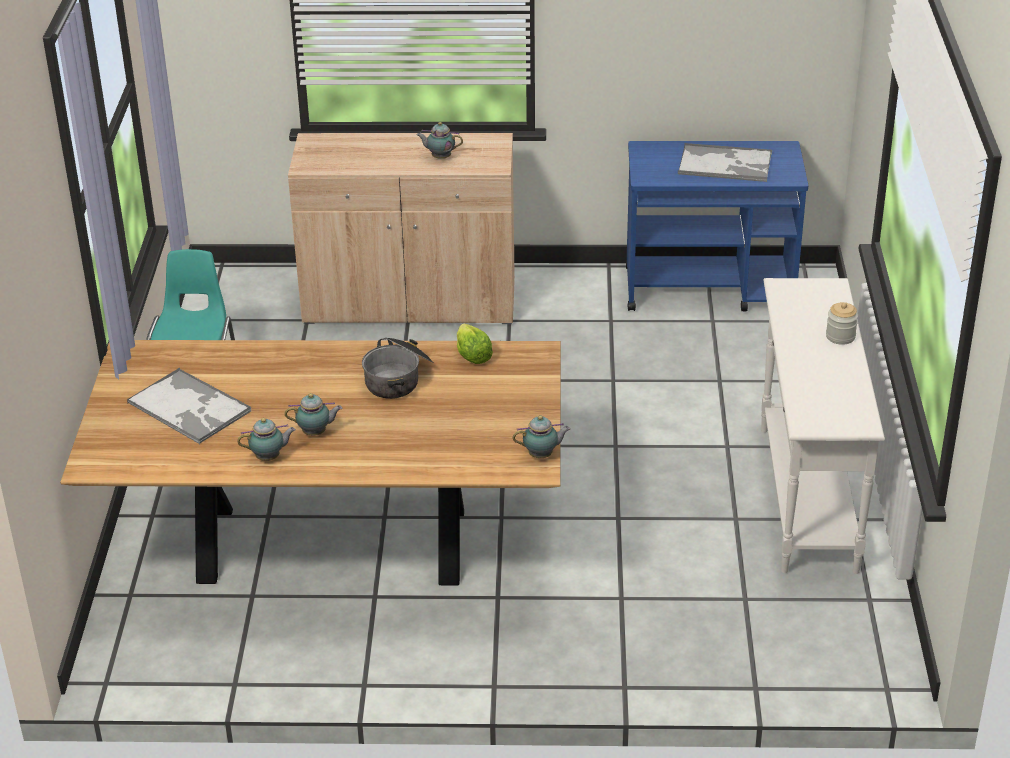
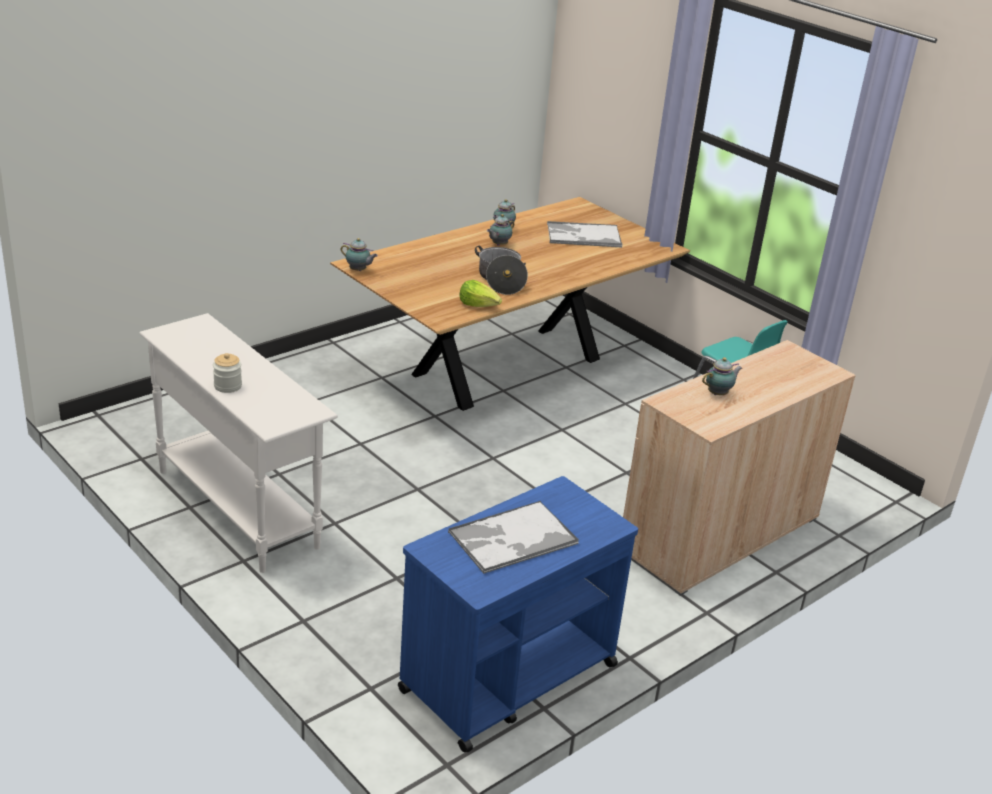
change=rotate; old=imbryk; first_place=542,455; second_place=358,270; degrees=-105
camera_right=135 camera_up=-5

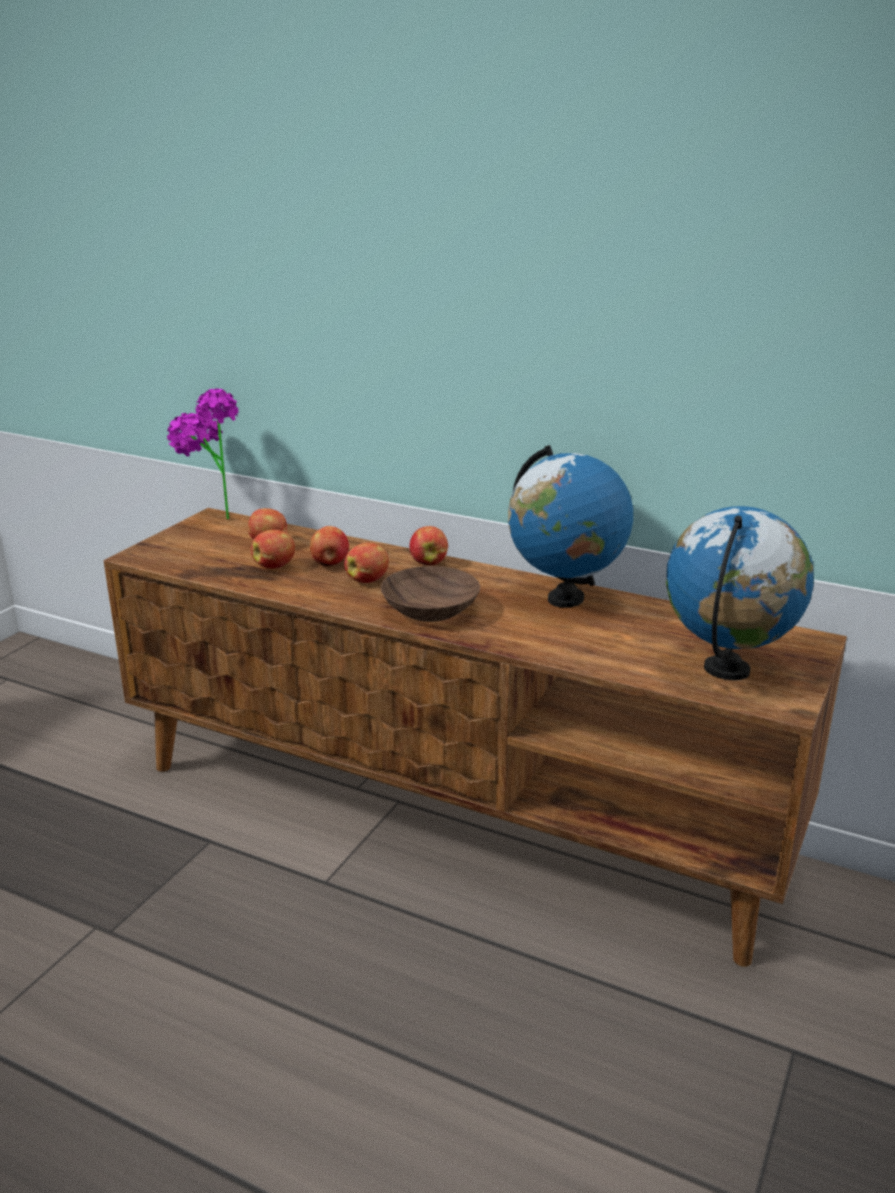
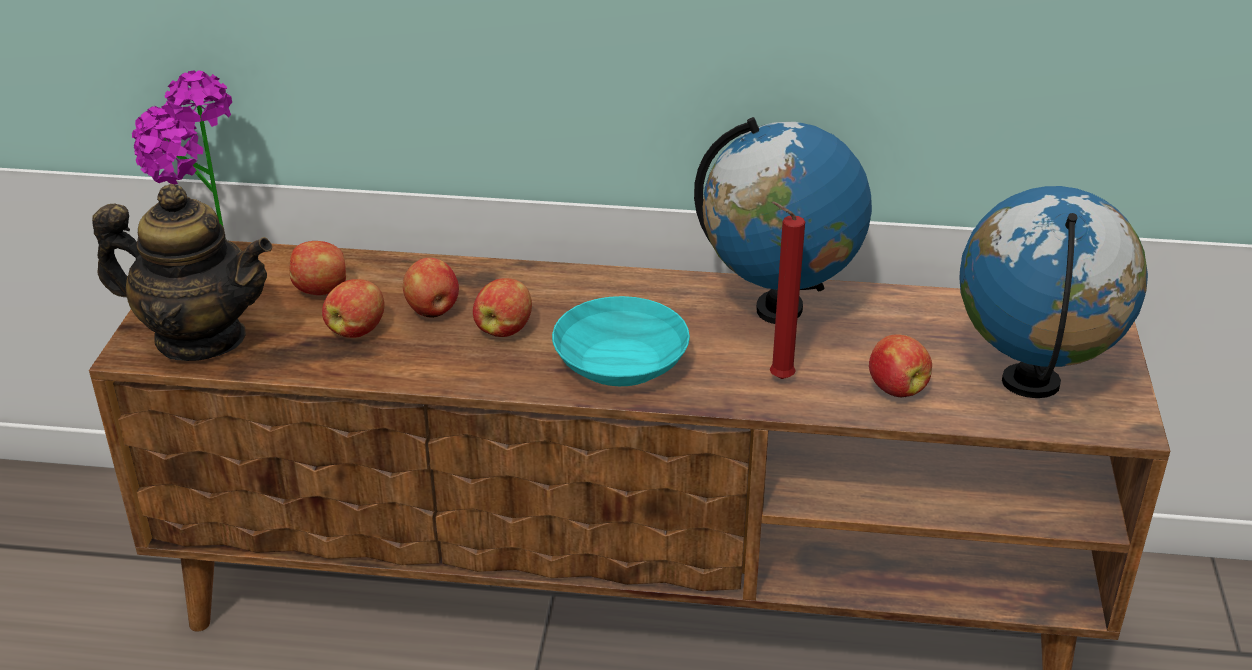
change=move; old=jabłko; first_place=428,562; second_place=896,388
change=recolor; old=miska (brązowy); new=miska (turkusowy); first_place=433,610; second_place=624,363
change=insert; new=imbryk; second_place=200,338
change=insert; new=świeca (czerwony); second_place=777,378
camera_right=-20 camera_up=10

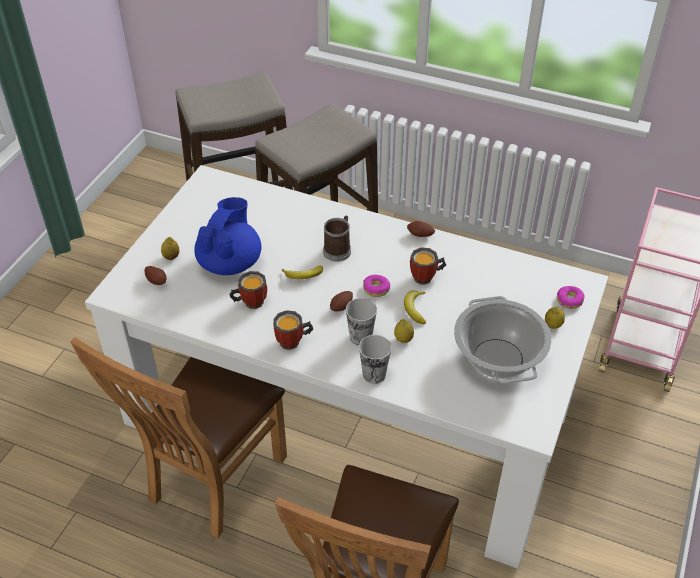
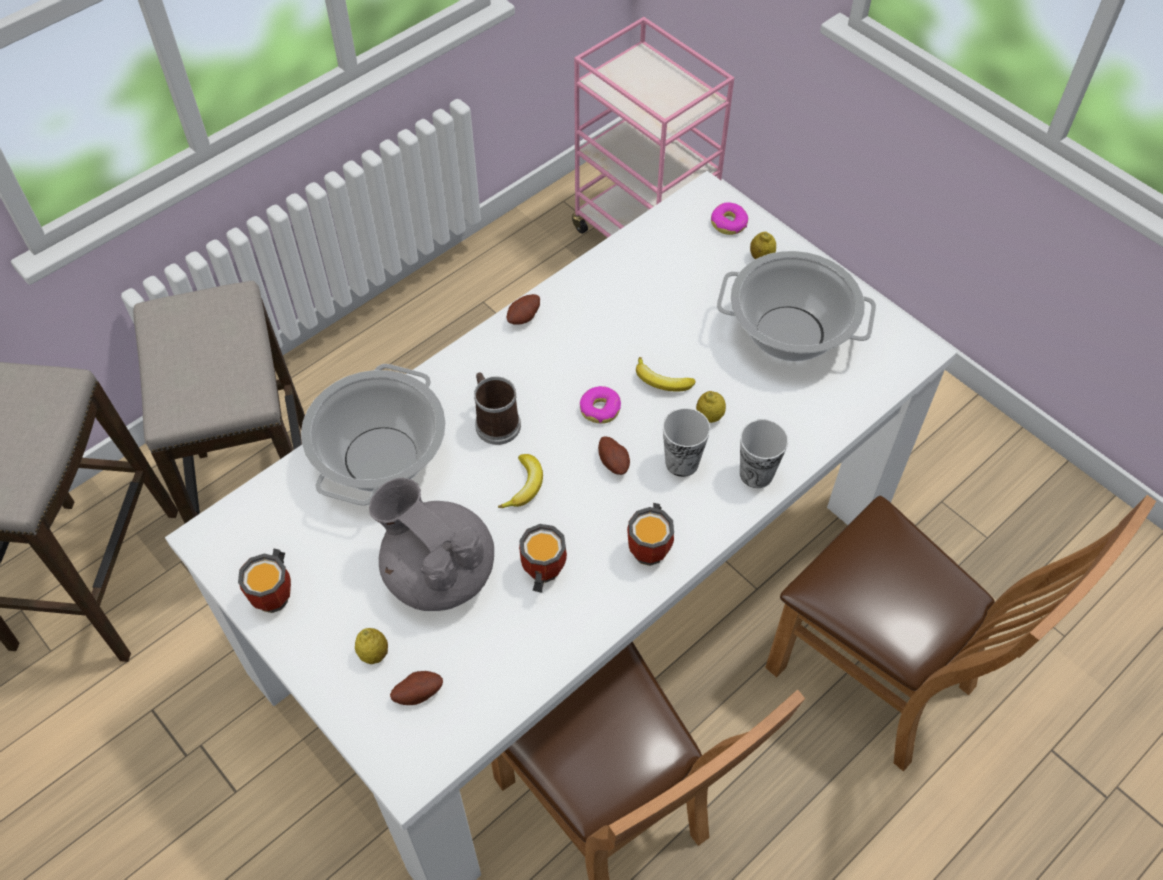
change=recolor; old=imbryk (niebieski); new=imbryk (szary); first_place=230,262; second_place=438,572
change=move; old=kubek; first_place=426,278; second_place=277,593
change=insert; new=garnek; second_place=381,459
camera_right=-65 camera_up=10

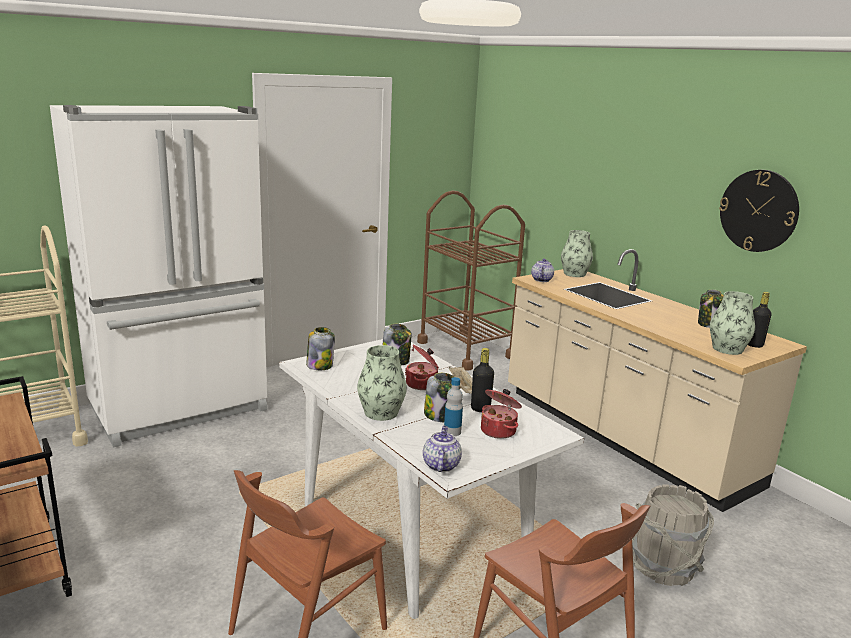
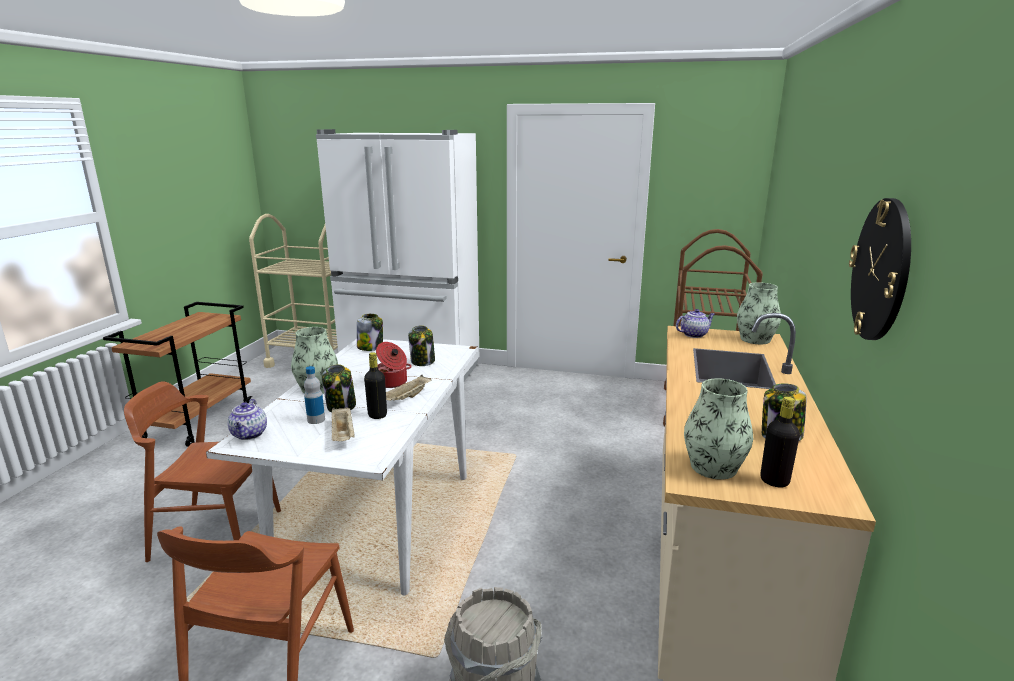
change=replace; old=garnek; new=taca (beżowy); first_place=499,430; second_place=343,435
change=rotate; old=imbryk; first_place=440,465; second_place=249,435; degrees=120
camera_right=50 camera_up=0

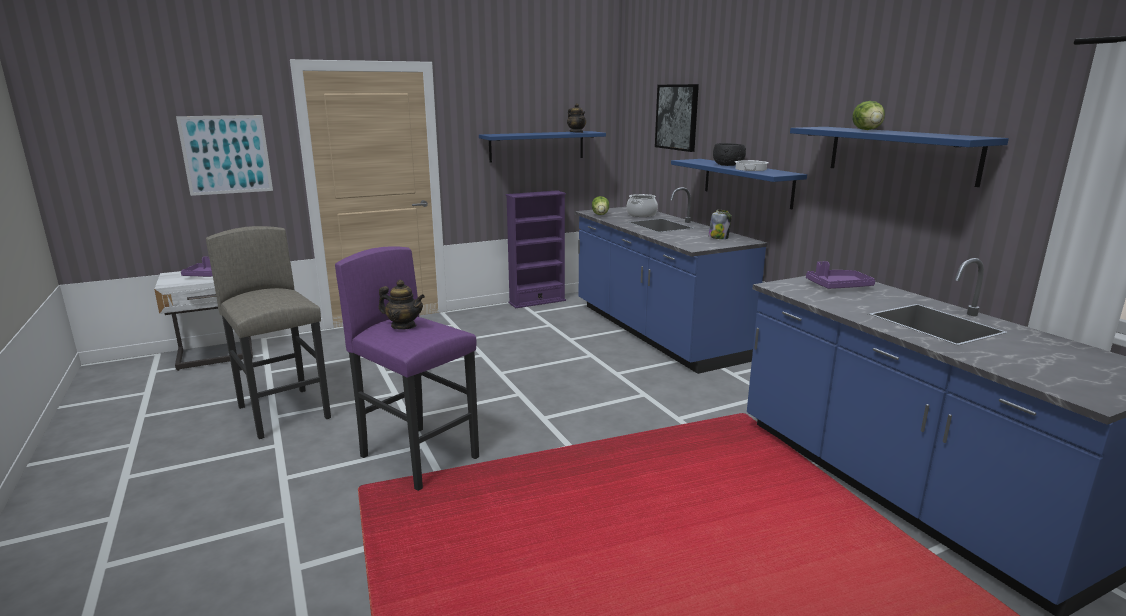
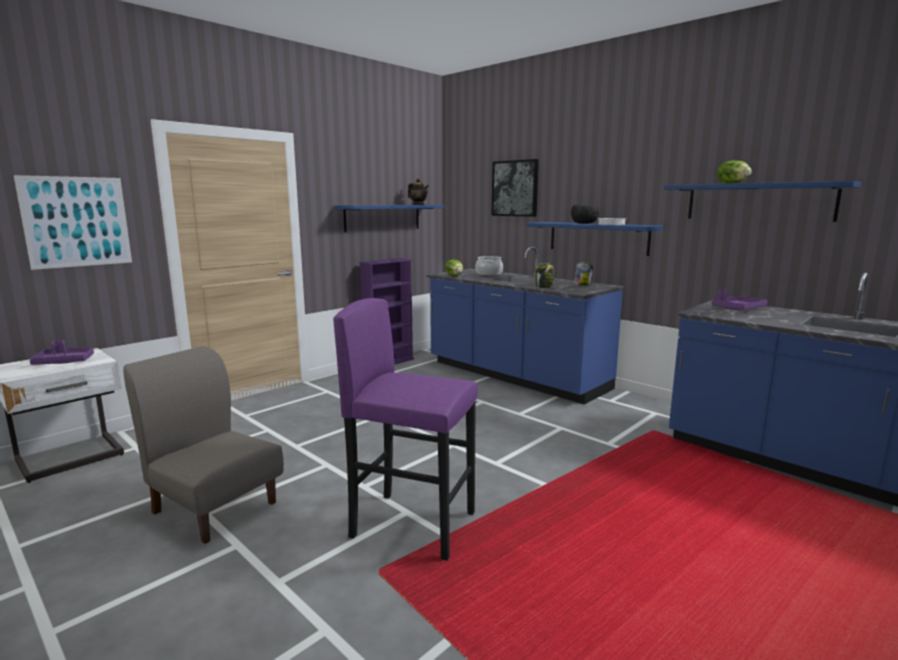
change=replace; old=stołek (szary); new=krzesło (szary); first_place=284,412; second_place=214,506
change=delete; old=imbryk; first_place=403,326
change=insert; new=słoik; second_place=544,287
camera_right=-20 camera_up=-5

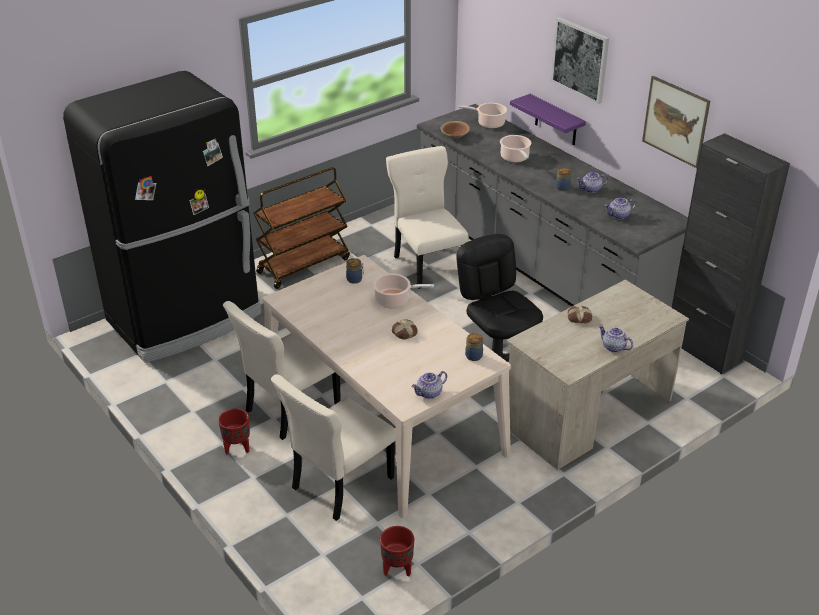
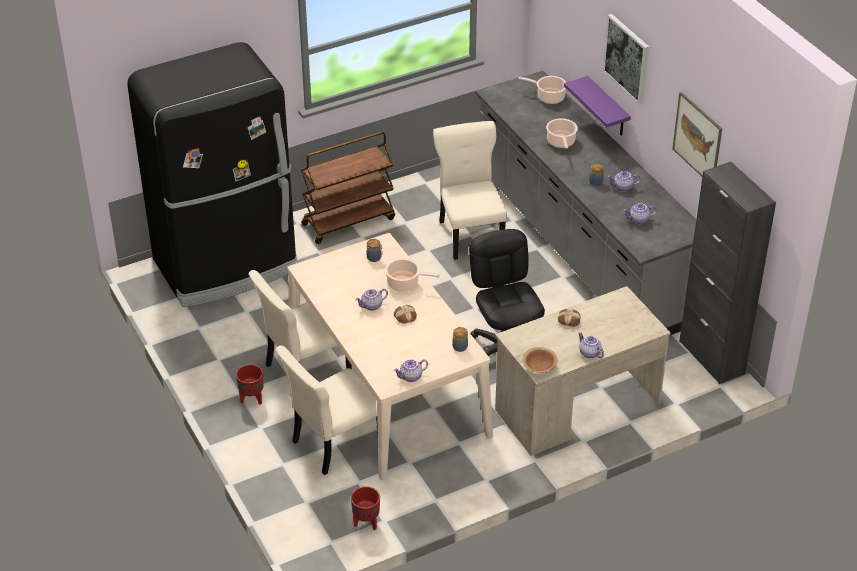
change=move; old=miska (brązowy); first_place=455,136; second_place=539,367
change=insert; new=imbryk; second_place=372,306
camera_right=10 camera_up=5

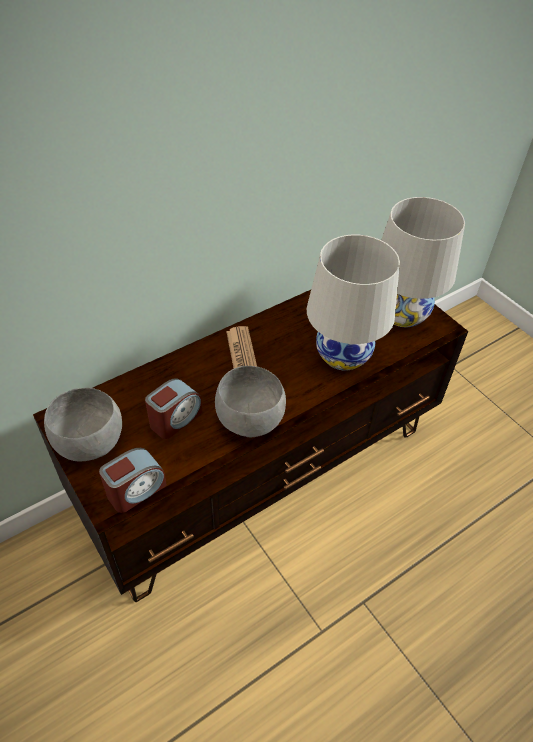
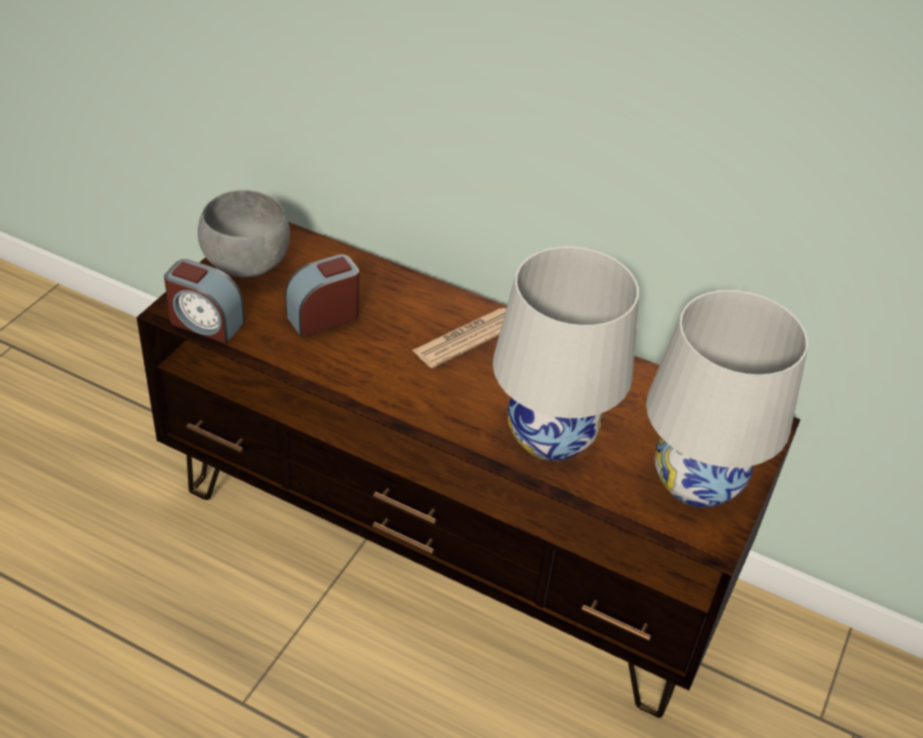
change=delete; old=miska (szary); first_place=249,420
change=rotate; old=budzik; first_place=175,419; second_place=323,316; degrees=135
camera_right=60 camera_up=-5

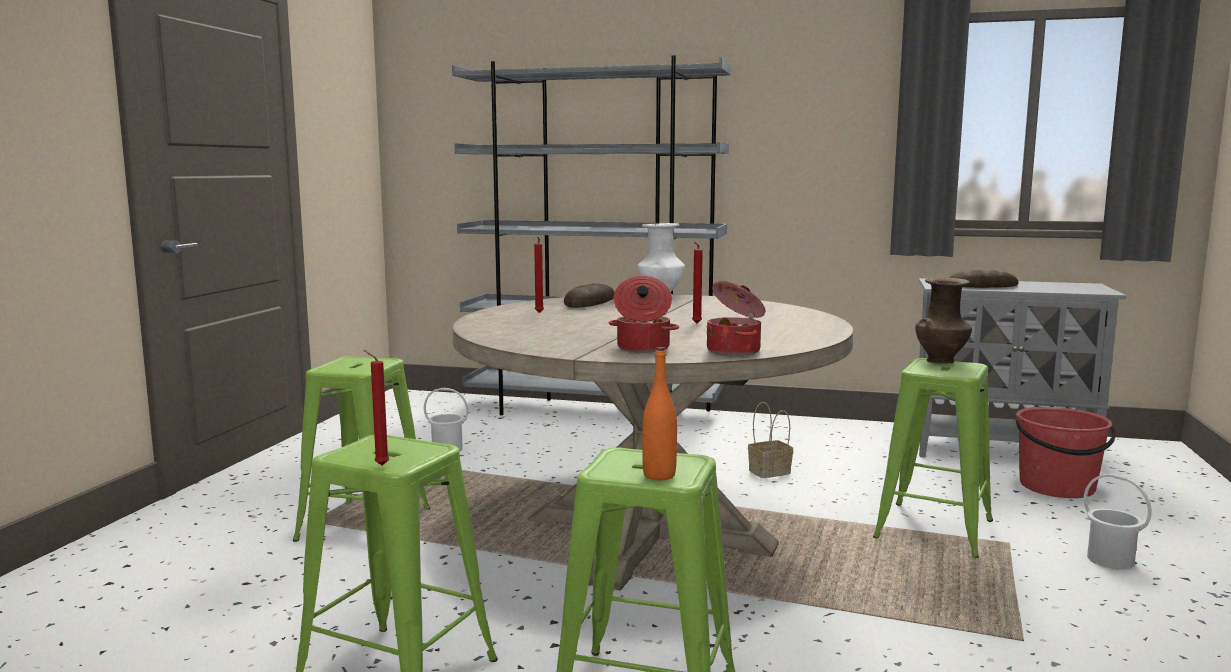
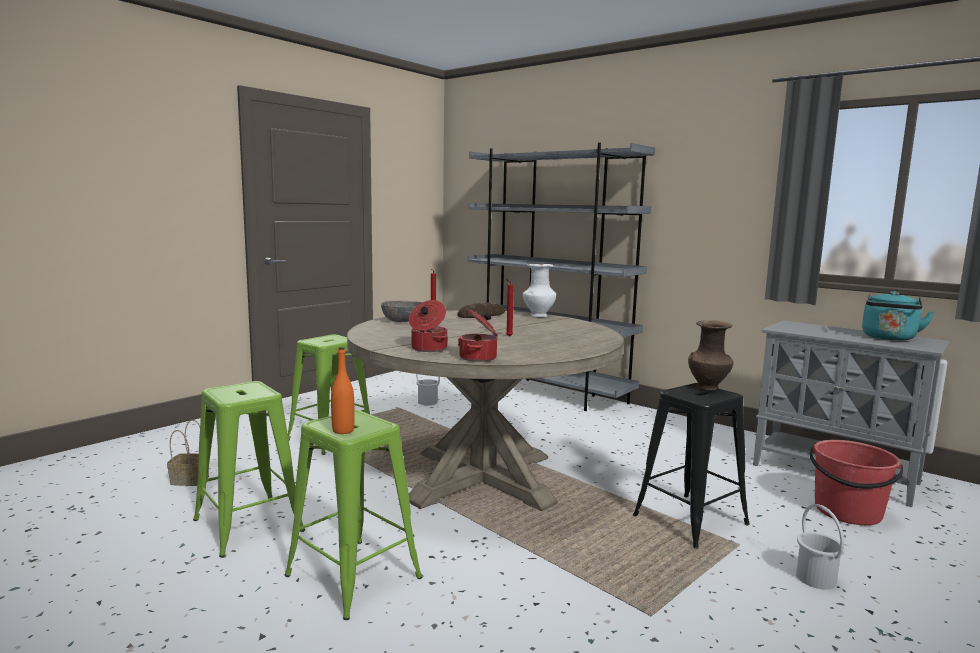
change=delete; old=chleb; first_place=982,286
change=delete; old=świeca (czerwony); first_place=379,465
change=recolor; old=stołek (zielony); new=stołek (czarny); first_place=934,529; second_place=691,520
change=move; old=koszyk; first_place=769,472; second_place=188,480
change=insert; new=czajnik (turkusowy); second_place=889,338
change=insert; new=miska (szary); second_place=403,321
camera_right=25 camera_up=0

